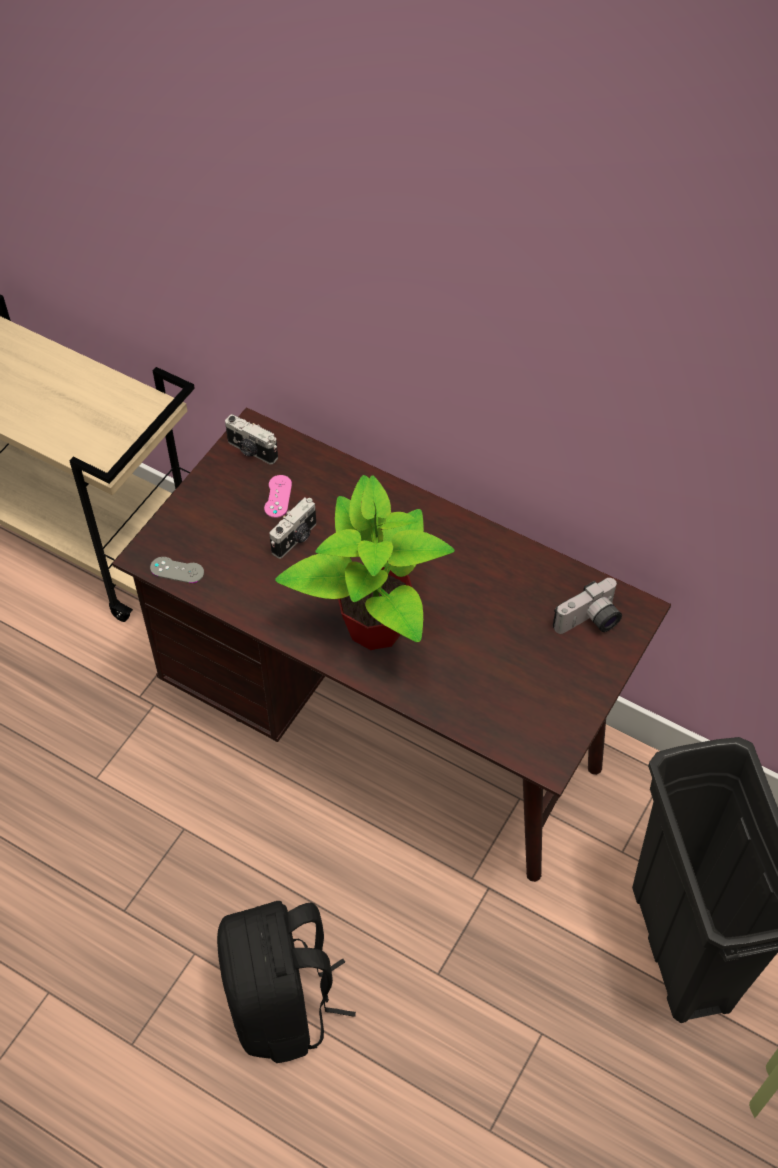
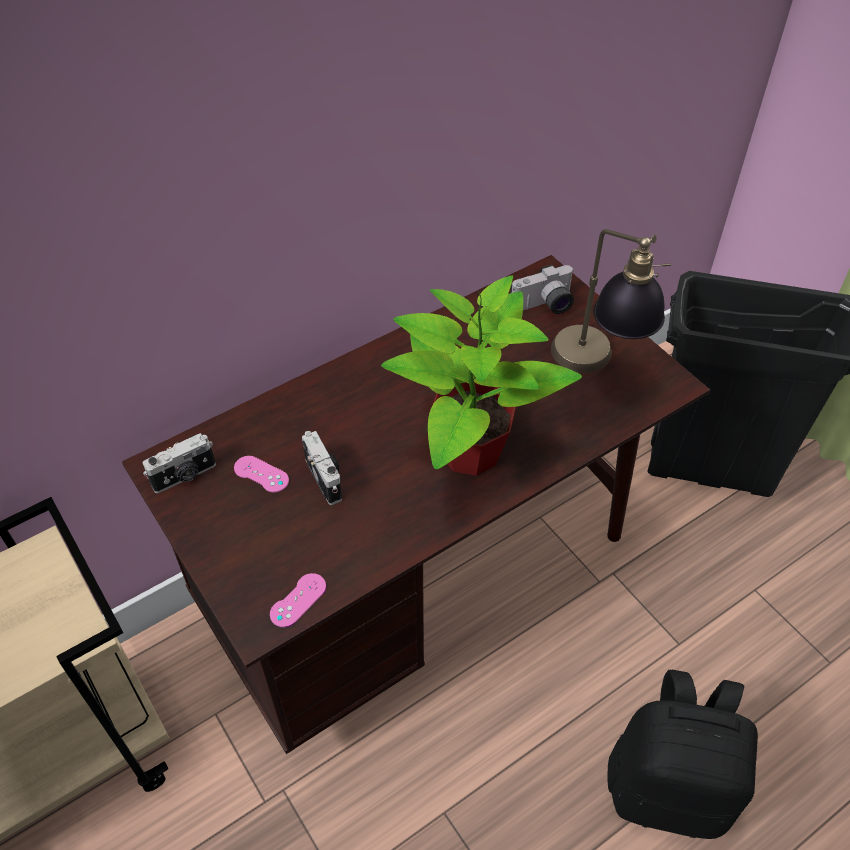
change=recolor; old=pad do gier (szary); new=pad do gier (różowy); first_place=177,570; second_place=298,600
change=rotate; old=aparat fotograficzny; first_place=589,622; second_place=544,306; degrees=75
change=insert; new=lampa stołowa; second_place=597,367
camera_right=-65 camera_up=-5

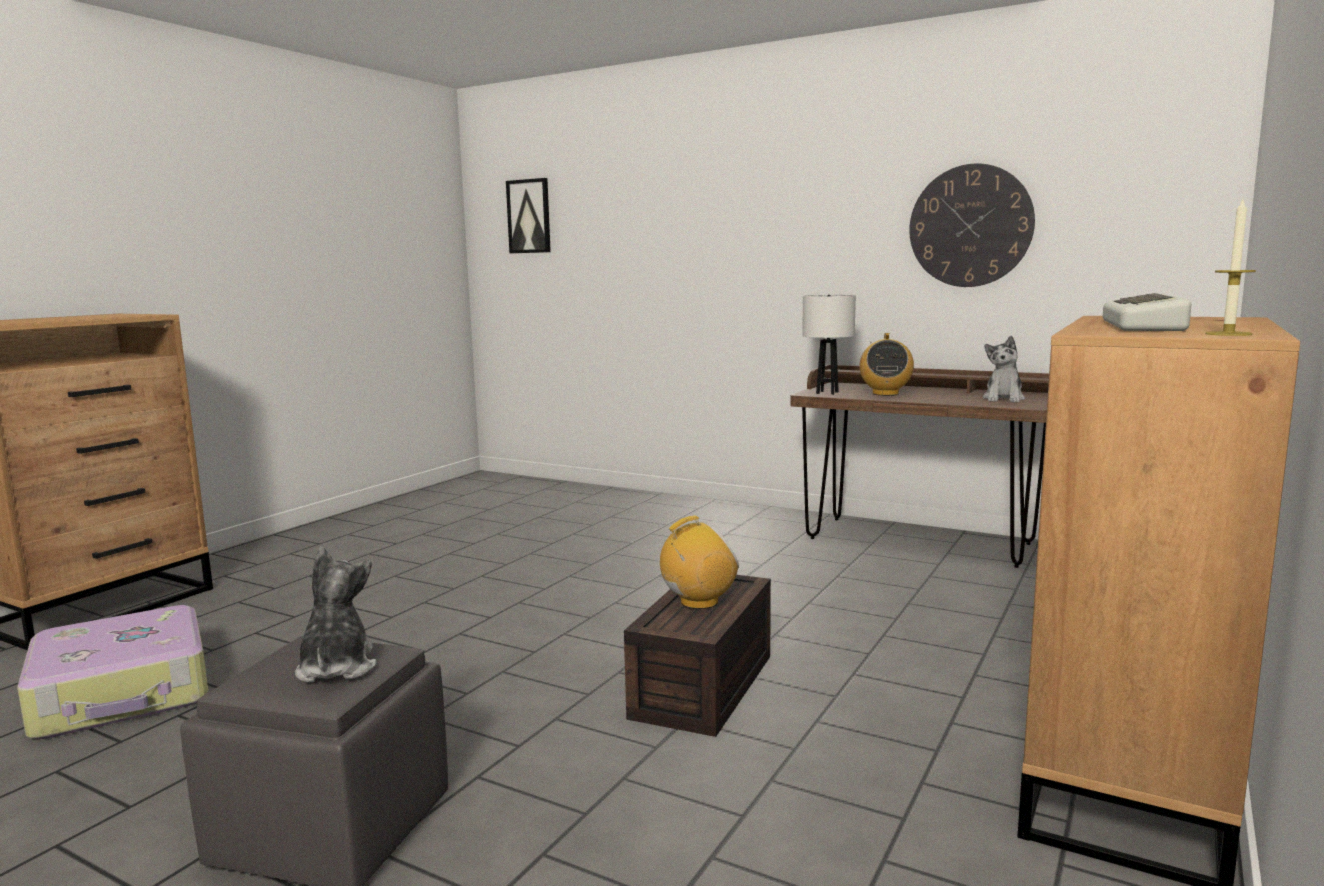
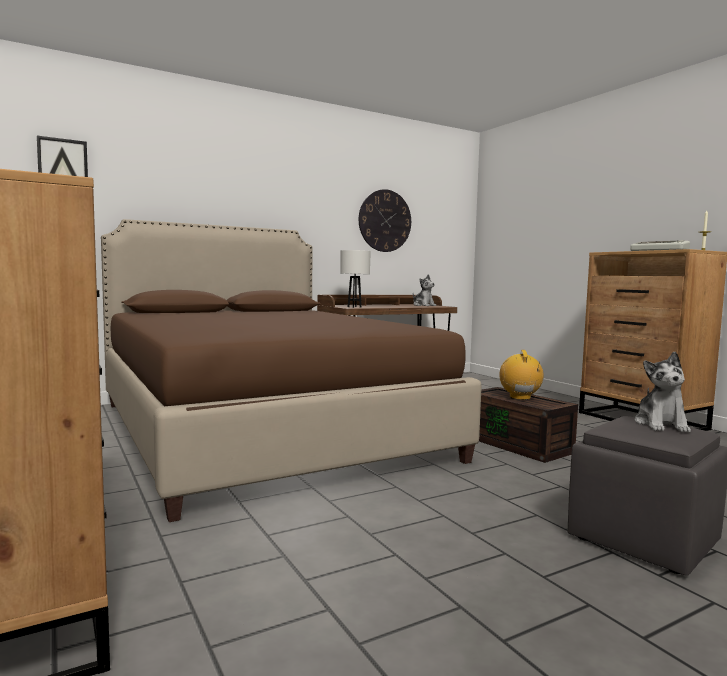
change=delete; old=radio; first_place=885,393
change=rotate; old=pluszak; first_place=336,668; second_place=661,425; degrees=-105
change=delete; old=walizka; first_place=124,693
change=insert; new=łóżko (brązowy); second_place=262,430
camera_right=-60 camera_up=-5

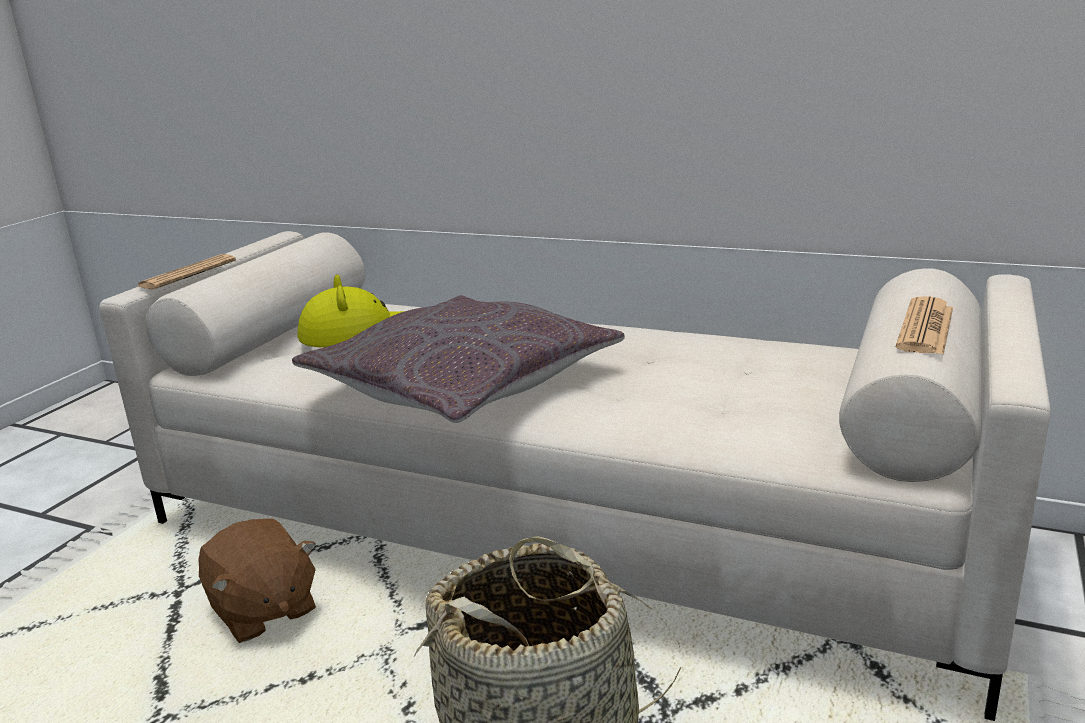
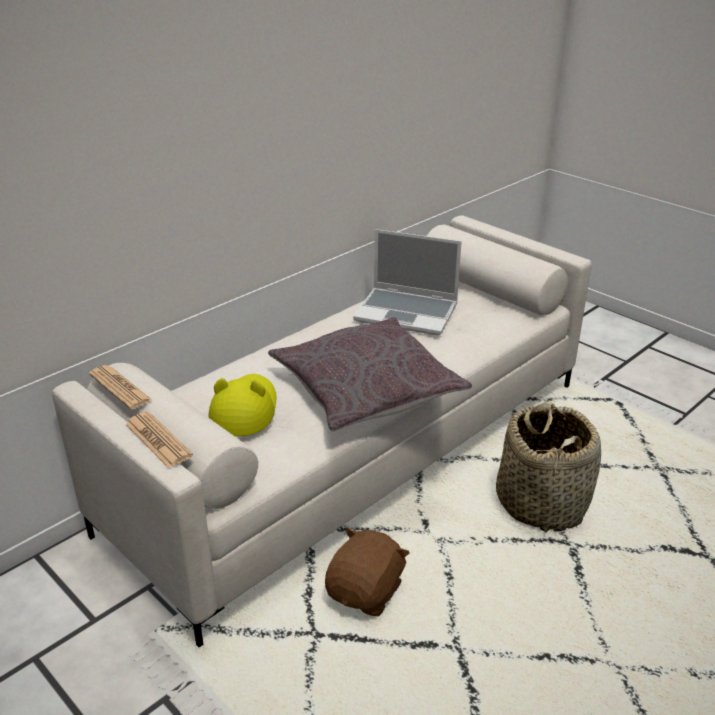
change=move; old=gazeta; first_place=925,328; second_place=120,388
change=rotate; old=pluszak (brązowy); first_place=263,611; second_place=366,592; degrees=-45
change=insert; new=laptop; second_place=408,313
camera_right=-70 camera_up=10

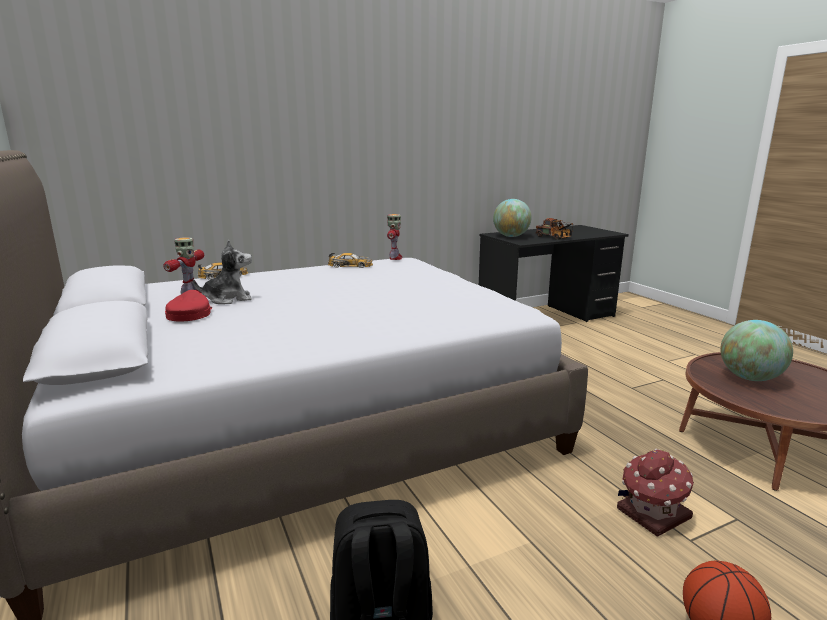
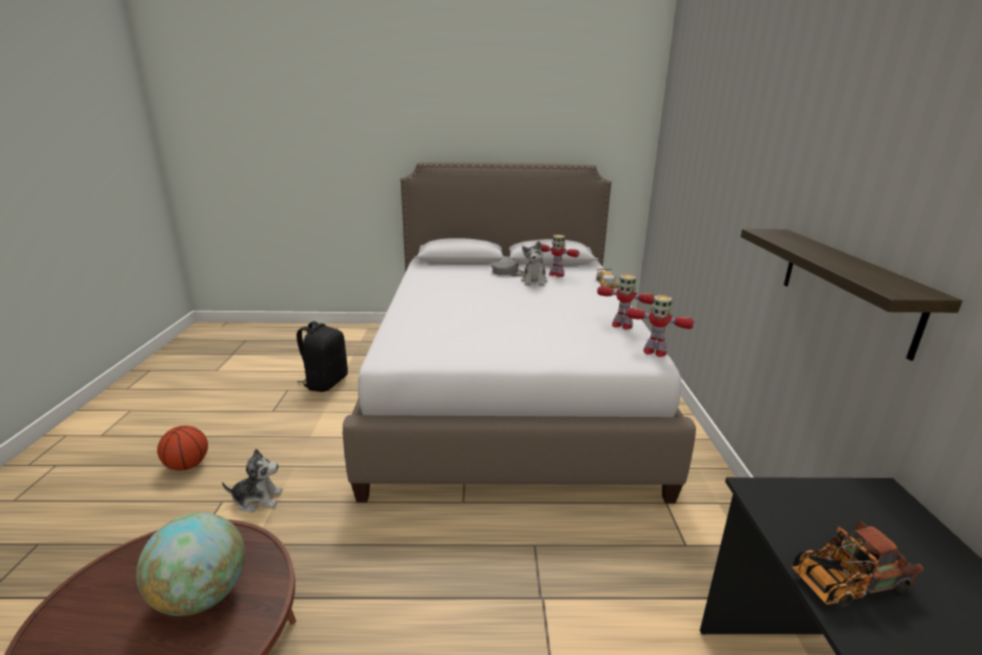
change=delete; old=globus; first_place=511,236
change=replace; old=samochodzik; new=robot zabawkowy; first_place=350,265; second_place=621,325
change=recolor; old=czapka z daszkiem (czerwony); new=czapka z daszkiem (szary); first_place=189,314; second_place=508,272
change=replace; old=domek; new=pluszak; first_place=651,514; second_place=258,499
change=insert; new=półka; second_place=846,287
camera_right=115 camera_up=5

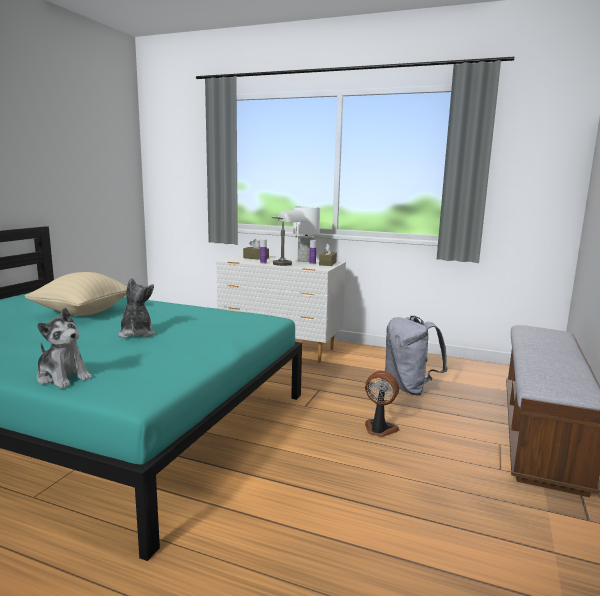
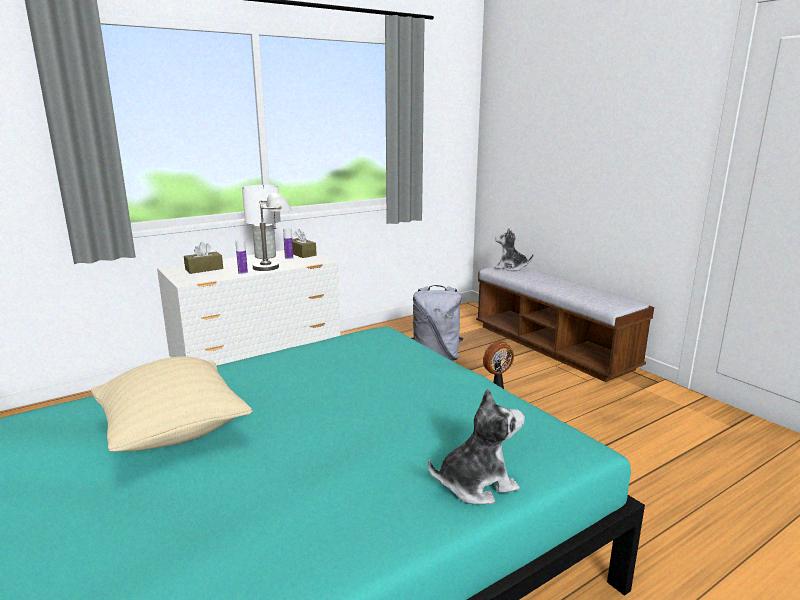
change=move; old=pluszak; first_place=136,334; second_place=510,268
camera_right=-55 camera_up=5

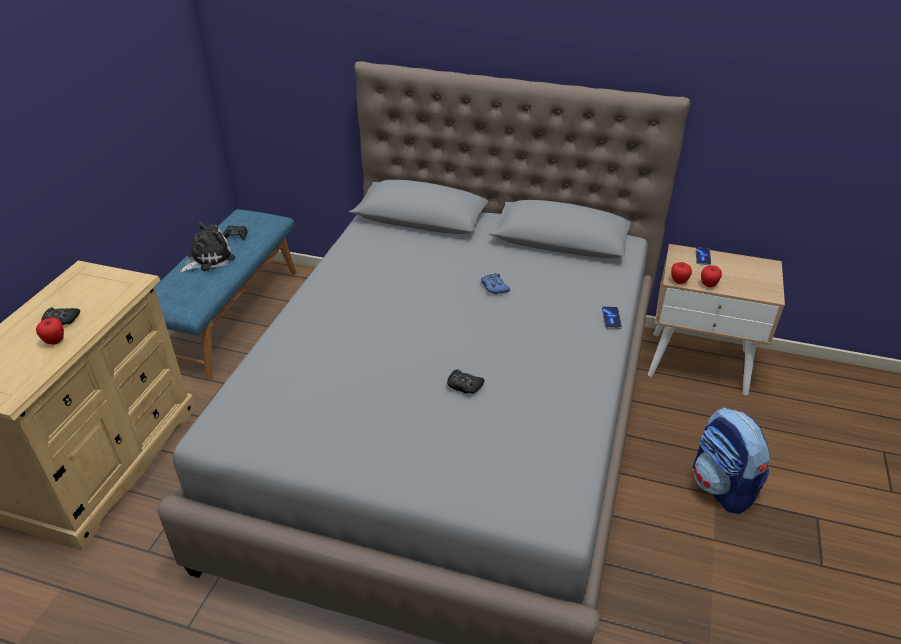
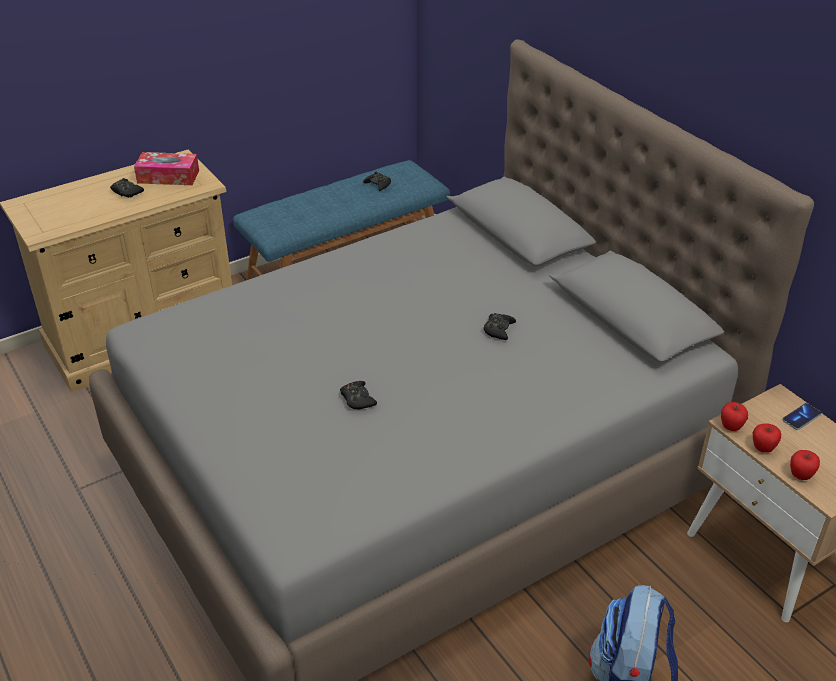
change=delete; old=pluszak; first_place=208,258
change=recolor; old=pad do gier (niebieski); new=pad do gier (czarny); first_place=494,287; second_place=498,330
change=delete; old=telefon; first_place=611,318
change=move; old=jabłko; first_place=55,341; second_place=800,475
change=insert; new=pudełko chusteczek; second_place=168,177
camera_right=40 camera_up=0

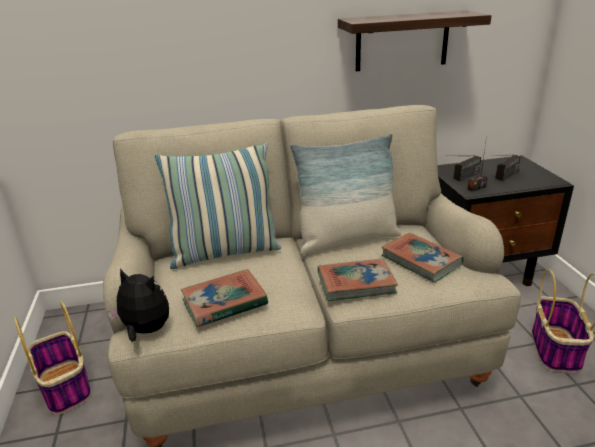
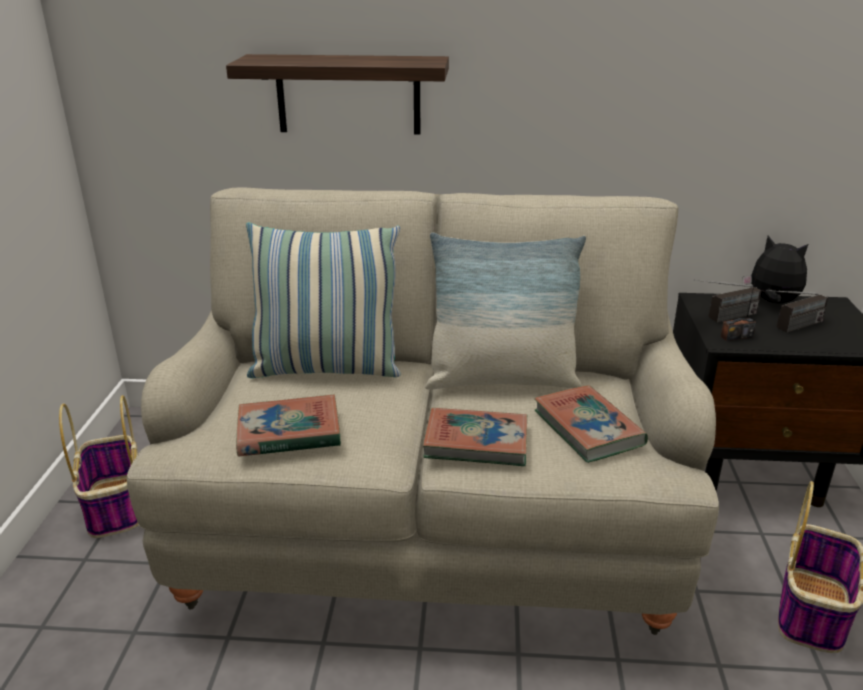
change=move; old=półka; first_place=402,41; second_place=348,94
change=move; old=pluszak; first_place=145,331; second_place=772,302
camera_right=15 camera_up=0

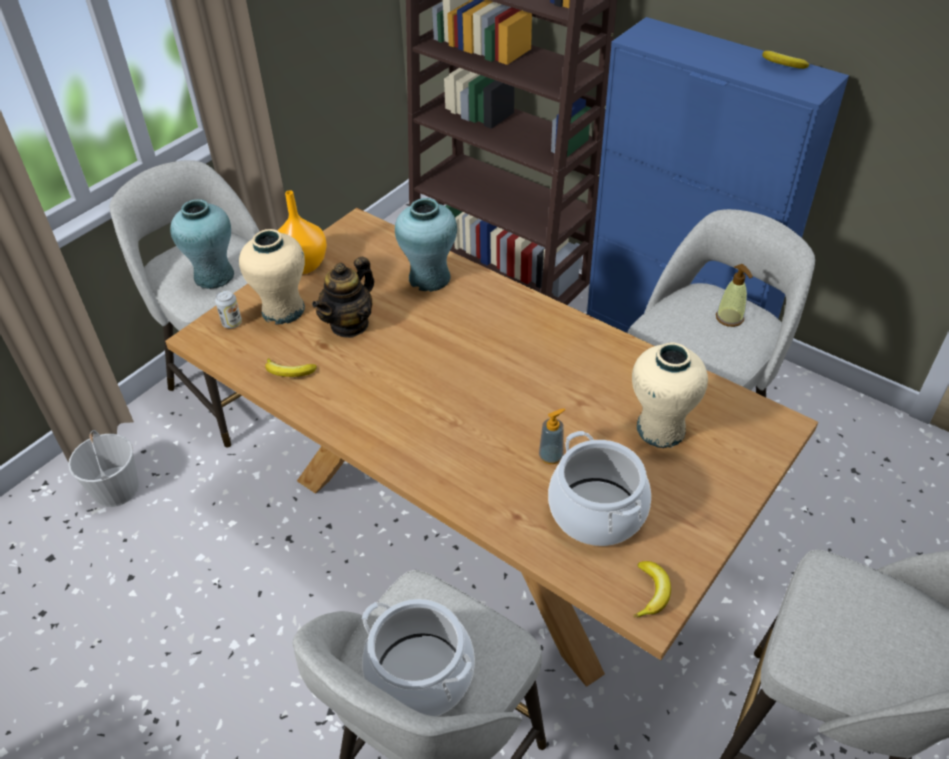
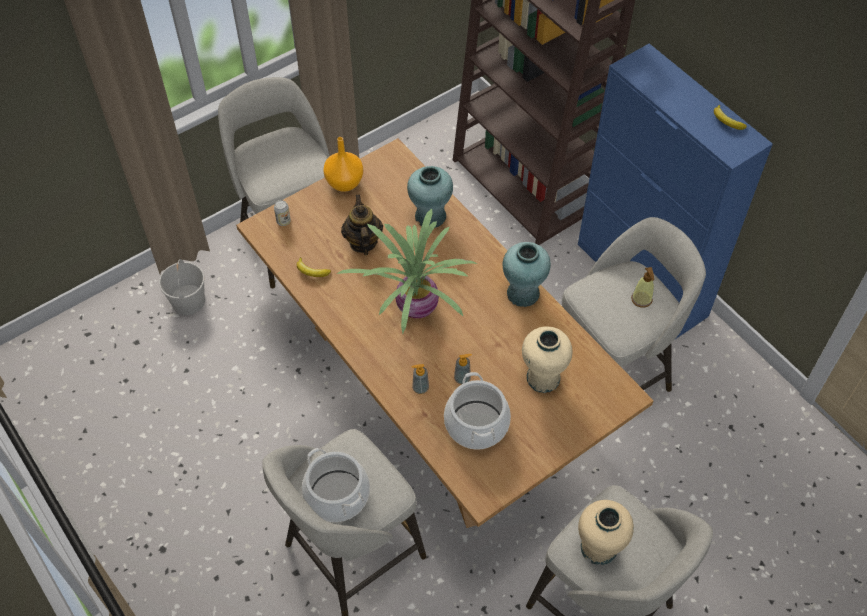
change=move; old=wazon (turkusowy); first_place=213,276; second_place=522,293
change=move; old=wazon (beżowy); first_place=283,310; second_place=599,548
change=rotate; old=imbryk; first_place=349,324; second_place=362,242; degrees=120
change=delete; old=banan; first_place=651,592
change=insert; new=roślina doniczkowa; second_place=415,305
change=insert; new=dozownik mydła; second_place=420,388
camera_right=15 camera_up=10

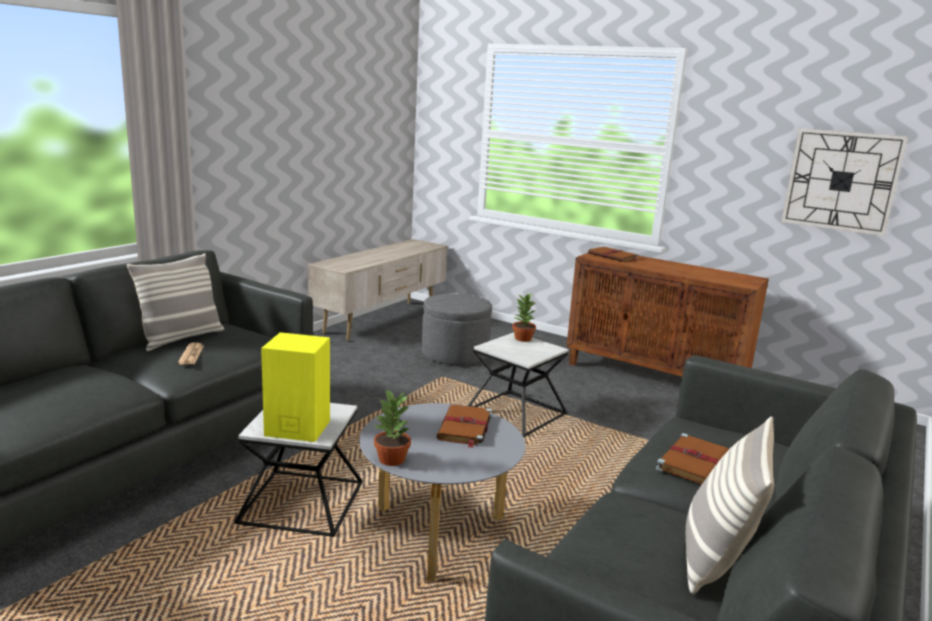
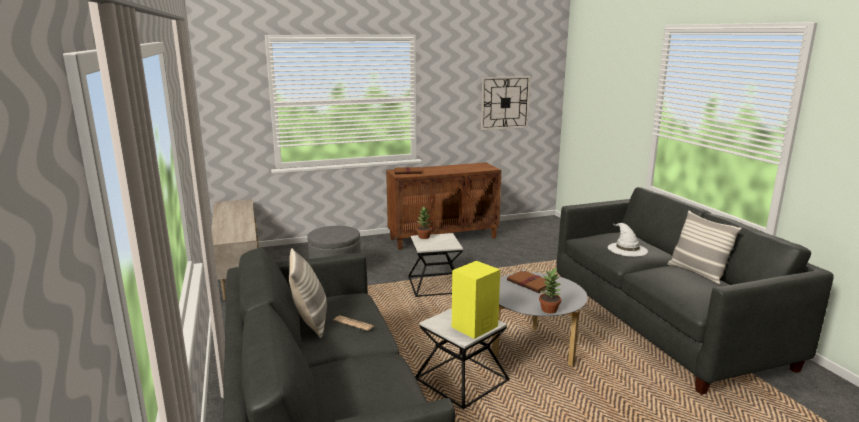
change=replace; old=książka (brązowy); new=kapelusz (biały); first_place=693,461; second_place=626,249
camera_right=-50 camera_up=0

